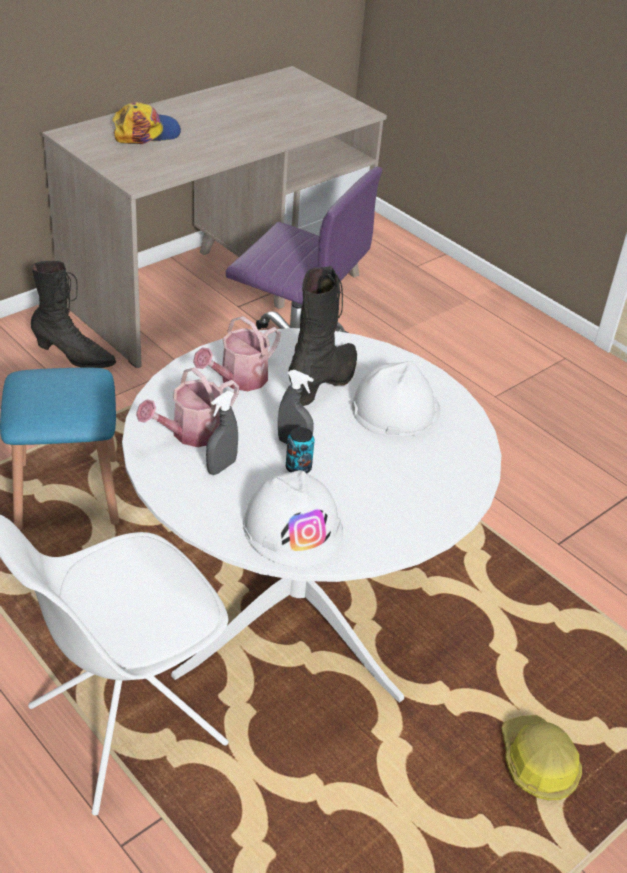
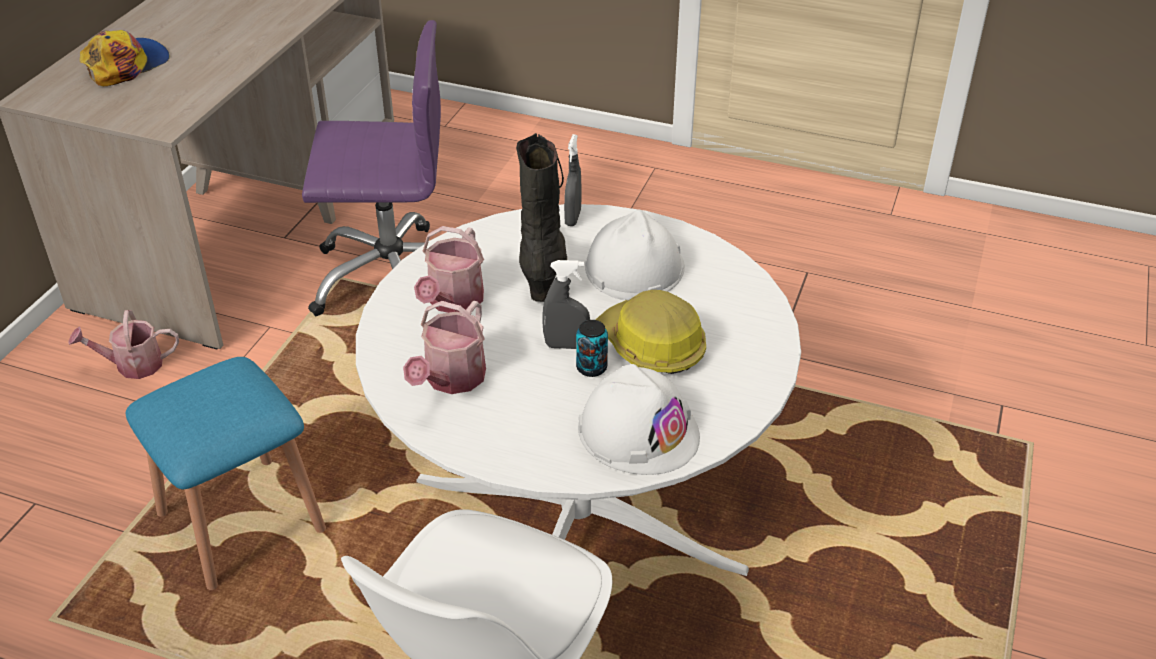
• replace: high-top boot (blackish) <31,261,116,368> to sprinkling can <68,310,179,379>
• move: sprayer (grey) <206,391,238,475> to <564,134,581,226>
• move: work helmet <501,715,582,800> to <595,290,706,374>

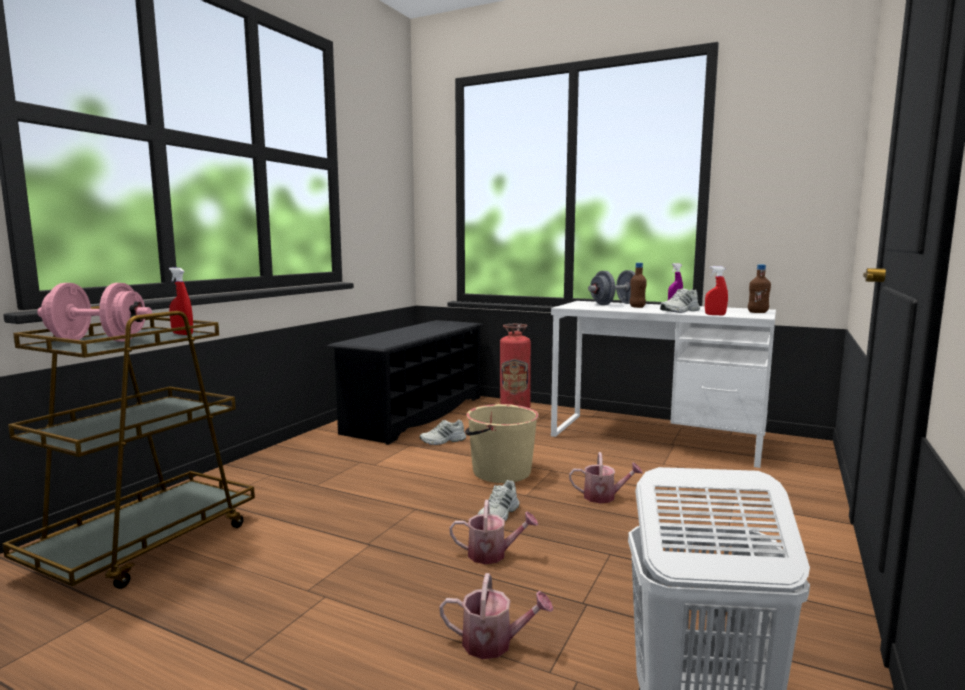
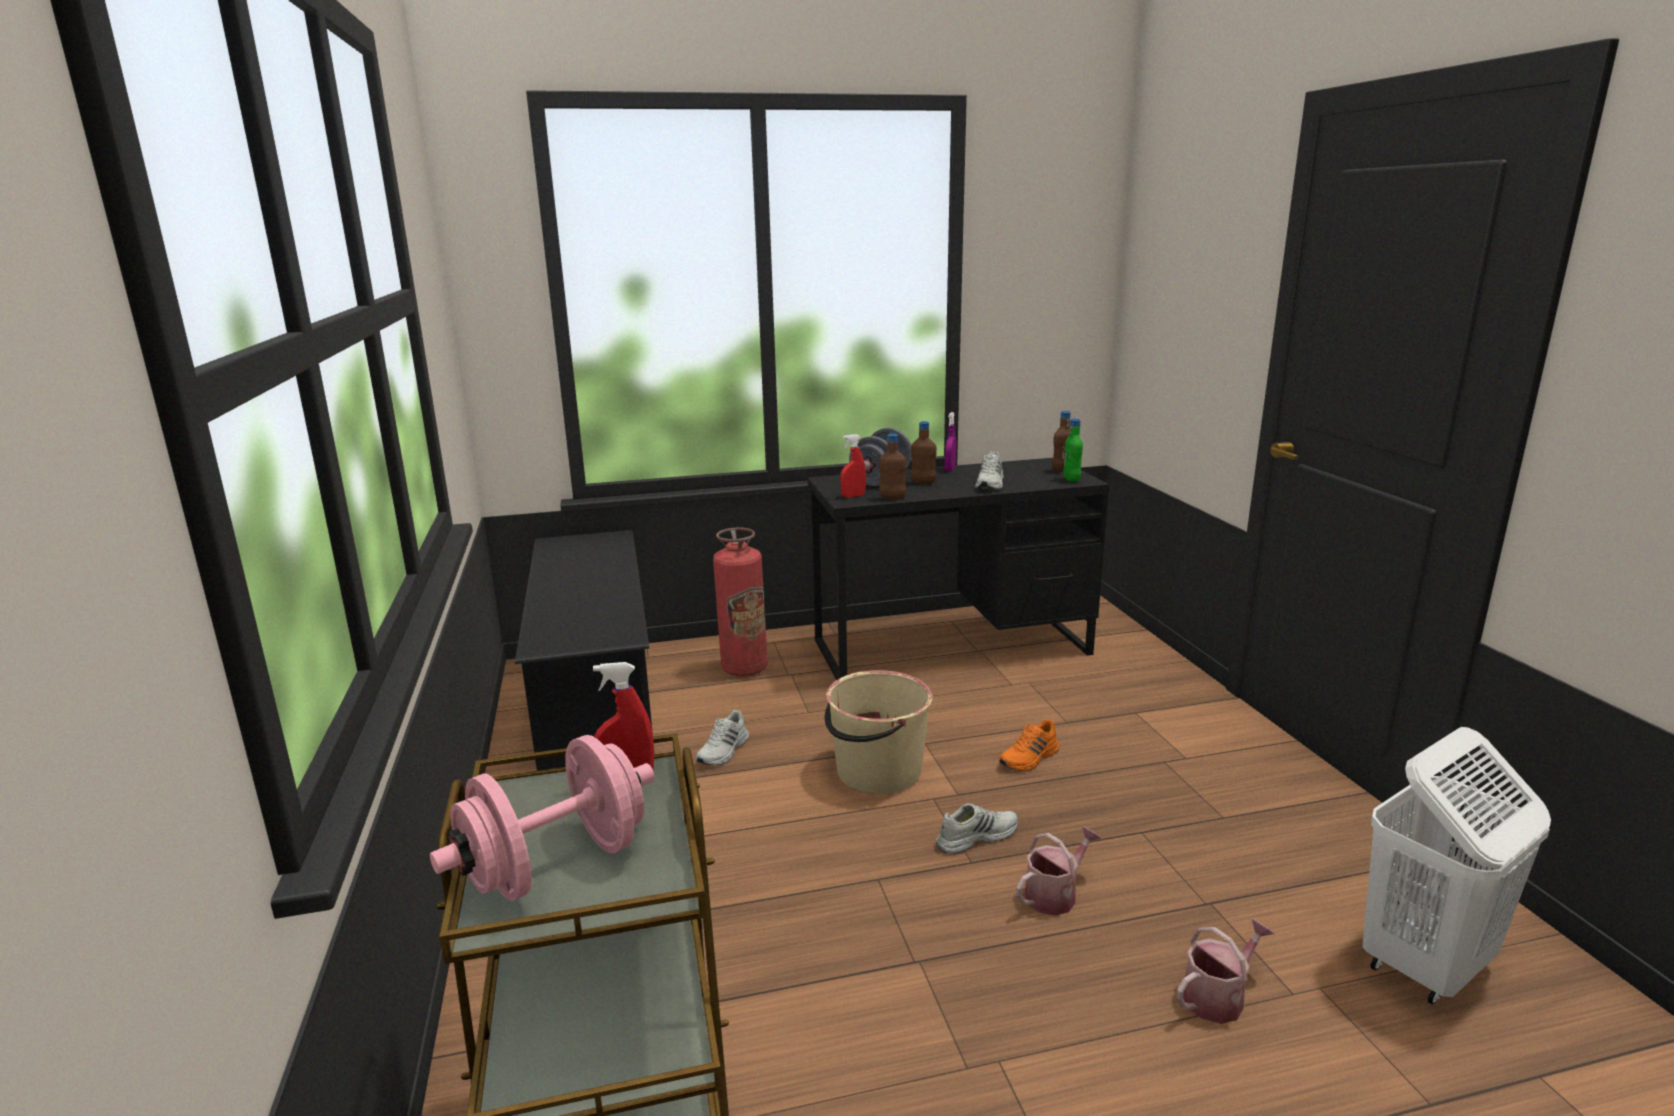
• rotate: low shoe (white) <478,480,520,521> = <936,803,1018,854> 105 degrees counterclockwise
• recolor: desk unit (white) <551,301,776,468> to desk unit (blackish) <808,458,1109,680>
• replace: sprinkling can <569,452,643,503> to low shoe (orangey) <999,719,1059,772>
• move: sprayer (reddish) <705,266,728,315> to <840,434,866,498>
• insert: bottle (brown) <879,433,906,500>
• insert: bottle (green) <1063,418,1083,482>

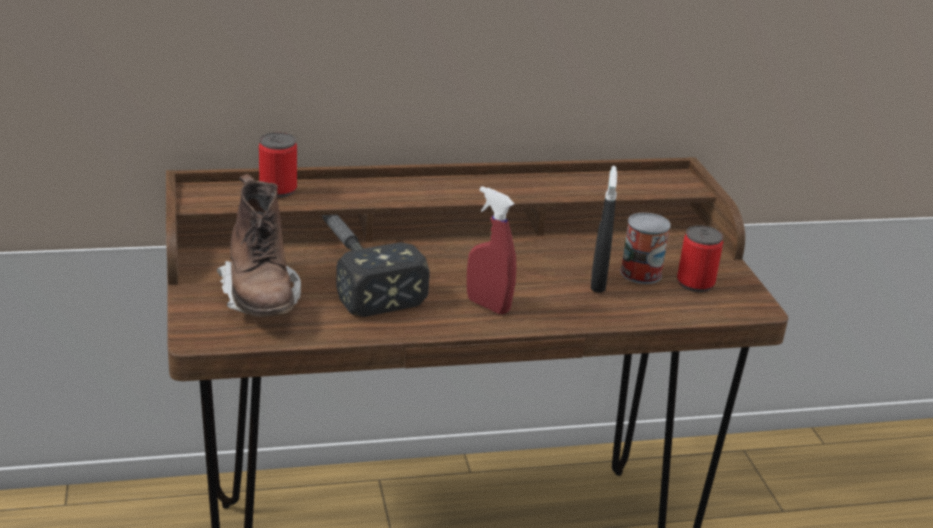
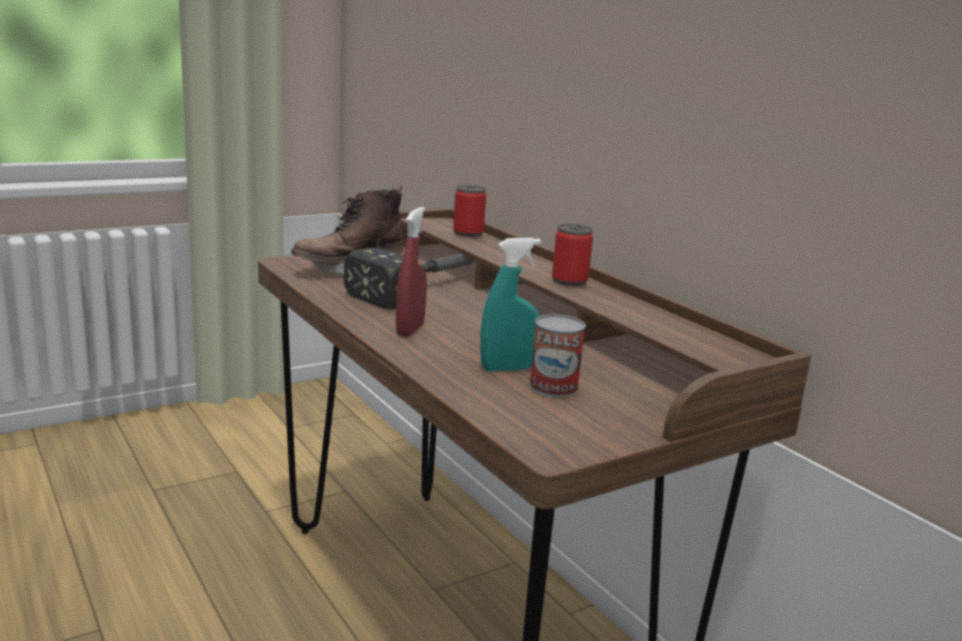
• recolor: sprayer (blackish) <591,166,617,293> to sprayer (turquoise) <480,238,541,371>
• move: sealed can <677,225,723,292> to <552,224,593,286>

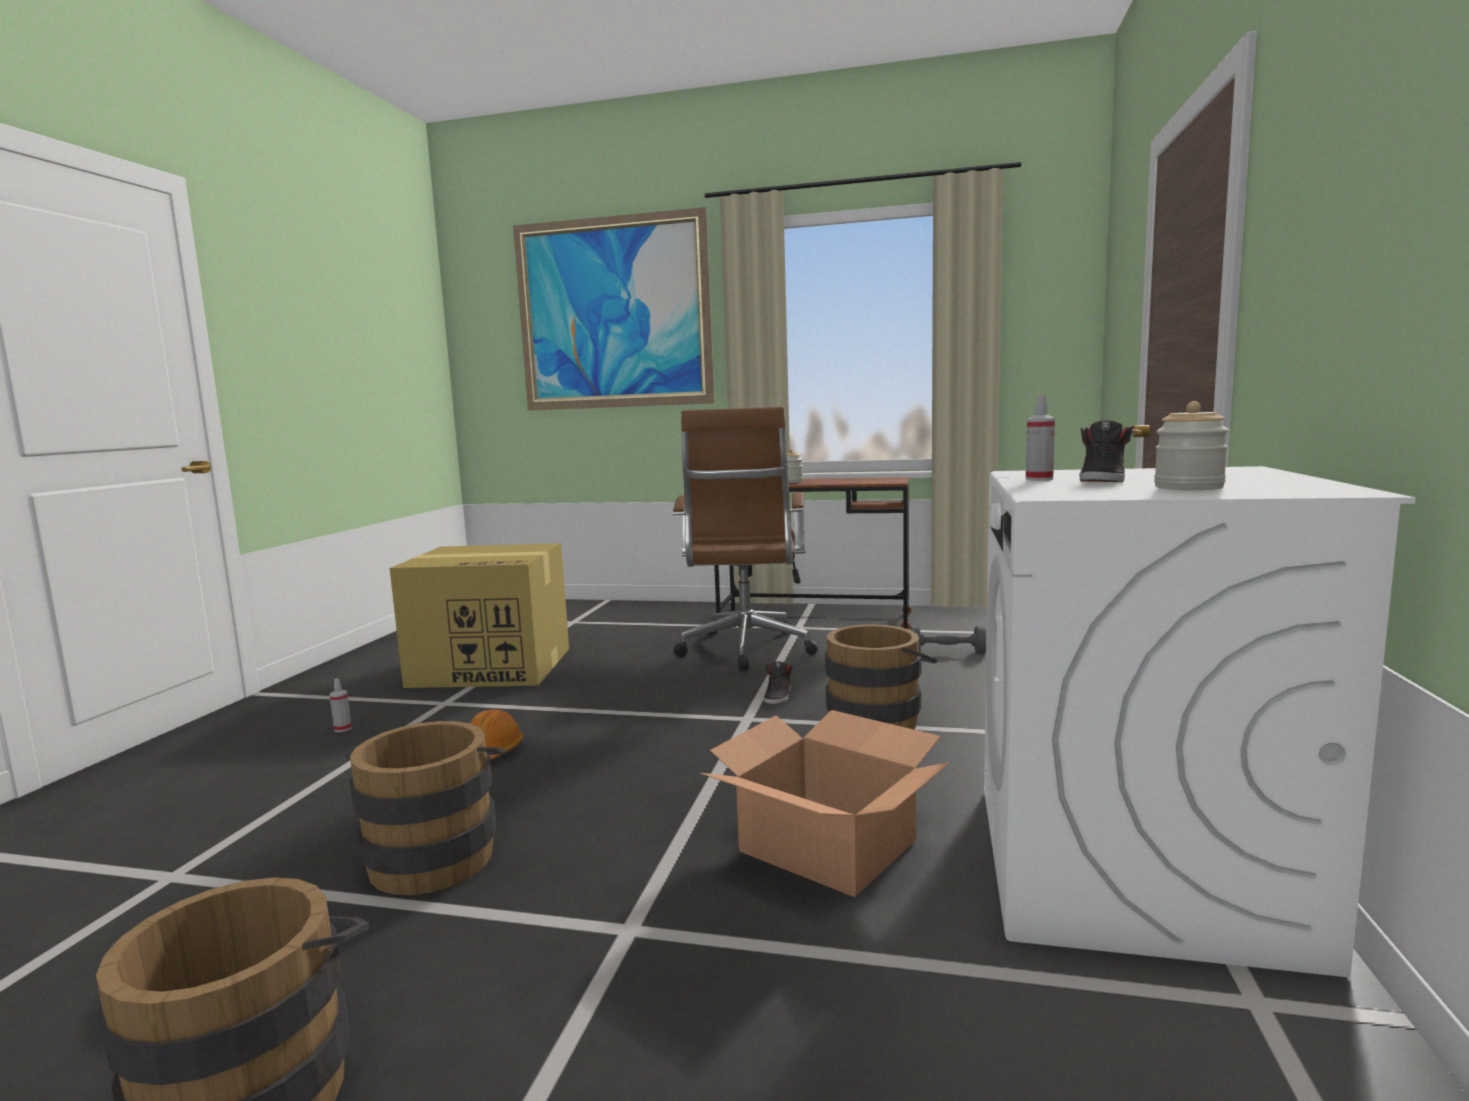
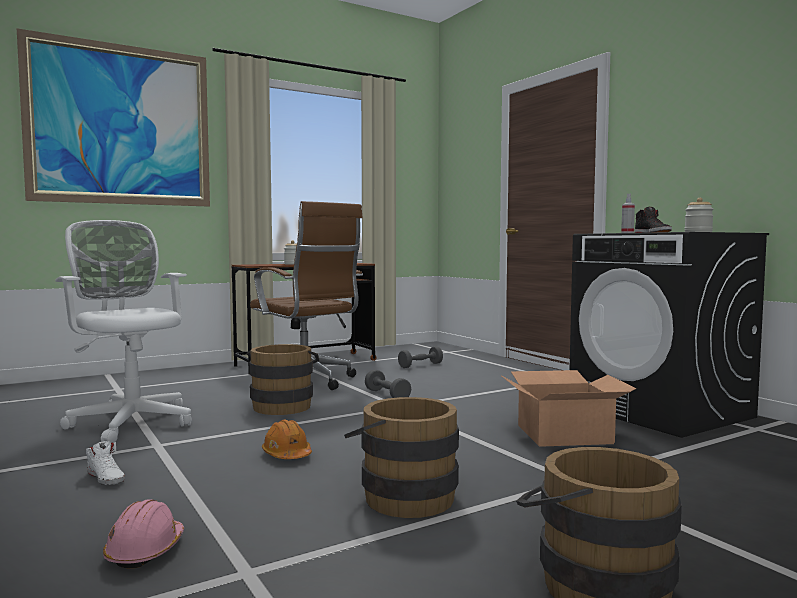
• replace: sprayer <330,679,352,732> to low shoe (white) <86,441,125,485>
• replace: cardboard box <390,543,569,688> to office chair (white) <55,220,192,443>
• replace: low shoe (blackish) <764,661,793,704> to hand weight (grey) <365,370,411,398>
• move: bucket (brown) <825,624,937,730> to <246,344,319,415>
• recolor: washing machine (white) <984,466,1416,978> to washing machine (blackish) <570,232,769,438>
• insert: work helmet (pink) <103,499,184,568>

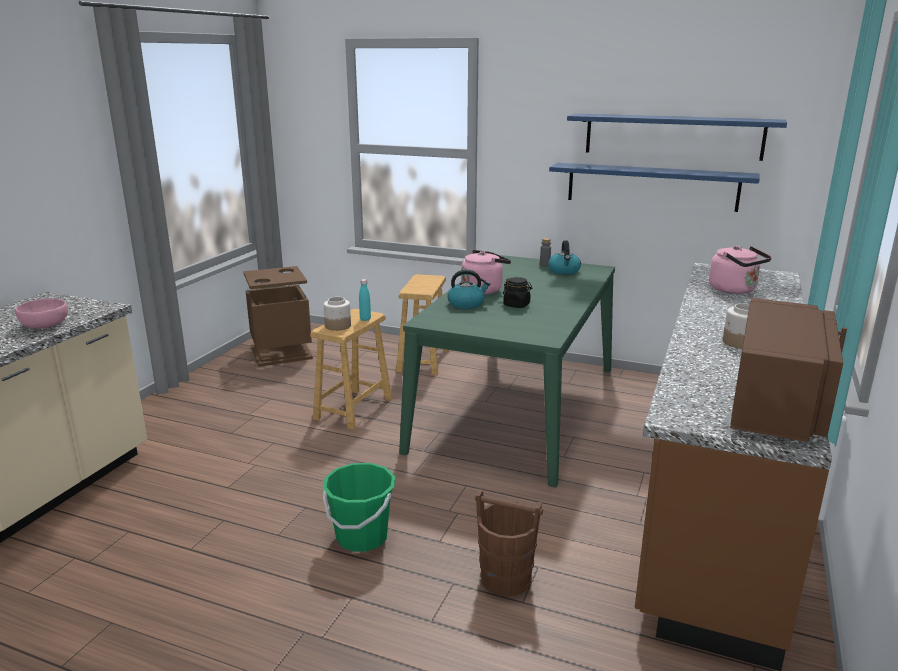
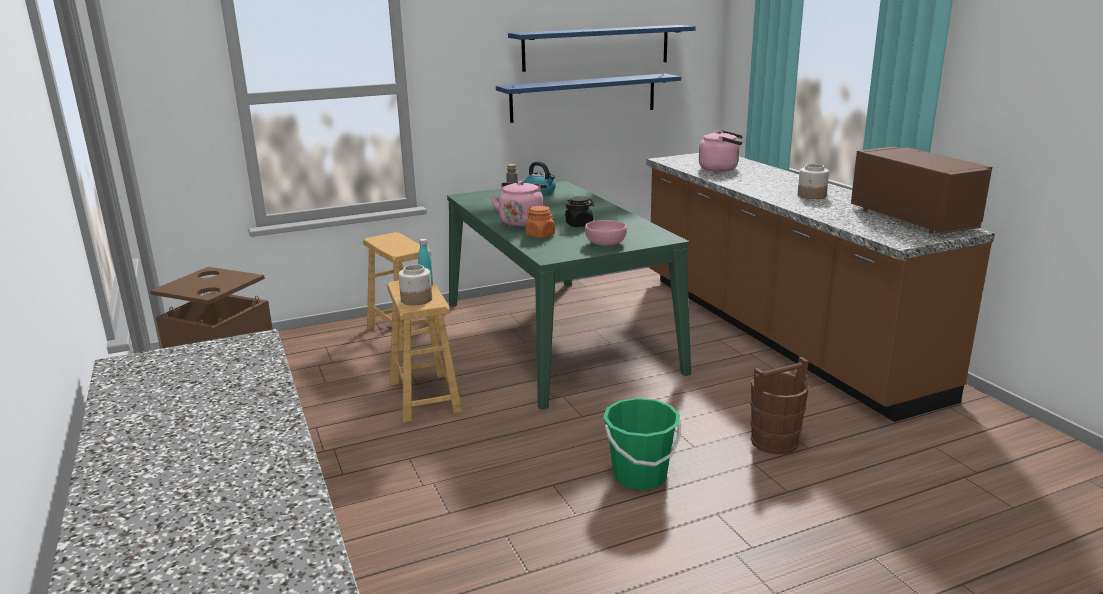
• move: serving bowl (pink) <15,298,68,329> to <585,220,627,246>
• replace: tea kettle <447,270,490,309> to preserve jar (orangey) <526,206,555,238>

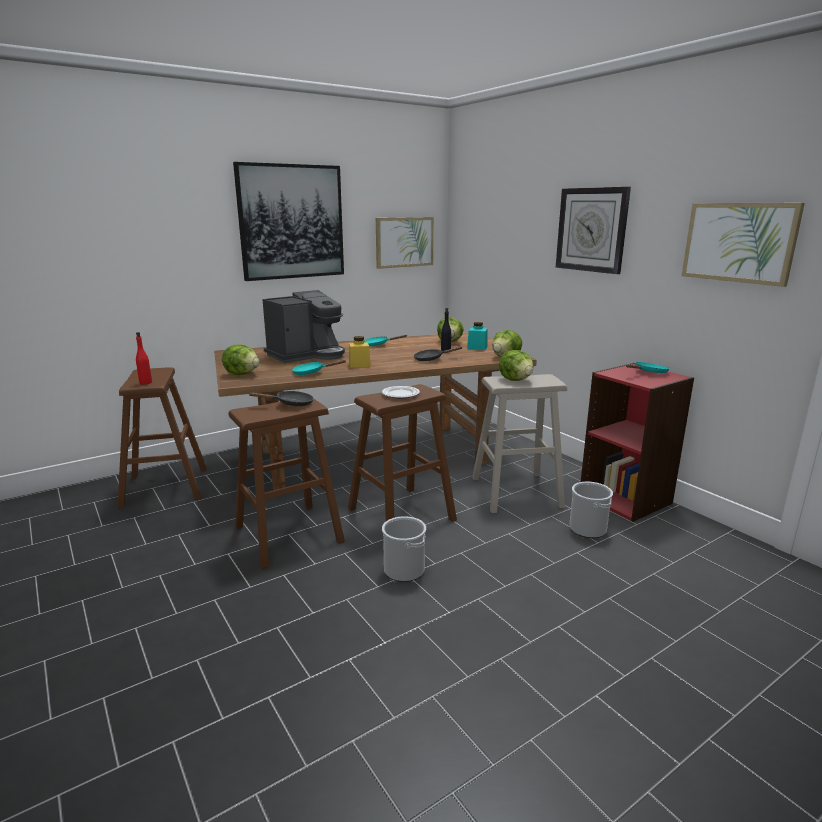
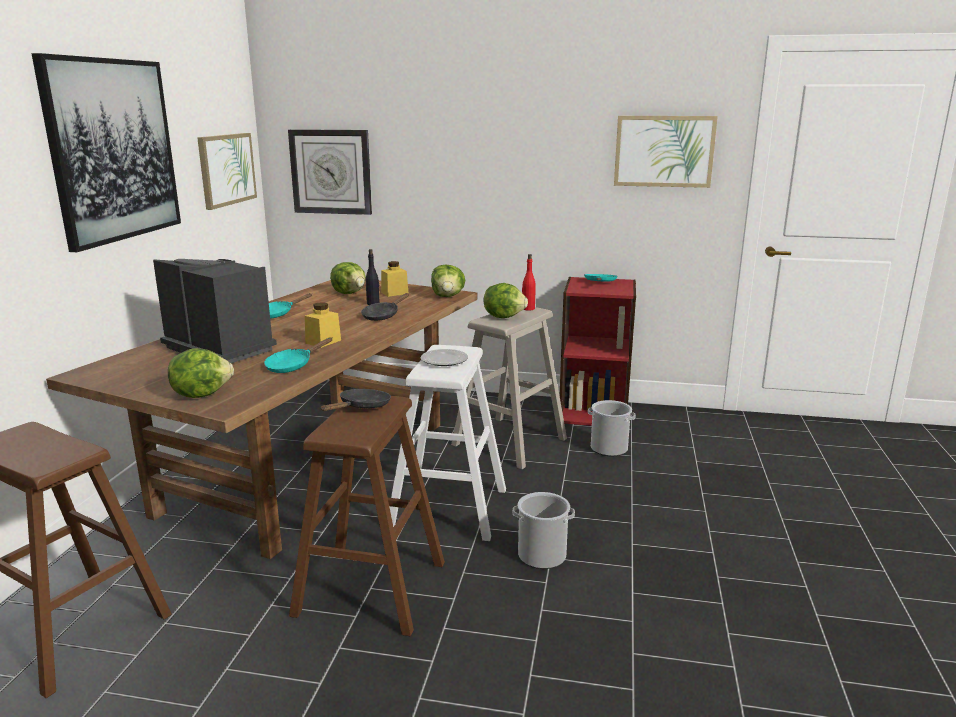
• move: bottle (reddish) <136,332,152,385> to <522,254,536,311>
• rotate: coffee maker <262,290,345,363> = <153,259,277,363> 60 degrees counterclockwise
• recolor: sitting stool (brown) <348,384,457,522> to sitting stool (white) <389,345,506,541>
• recolor: preserve jar (turquoise) <467,322,487,350> to preserve jar (yellowish) <381,261,408,297>
• move: clock on the wall <556,187,631,274> to <288,129,372,215>

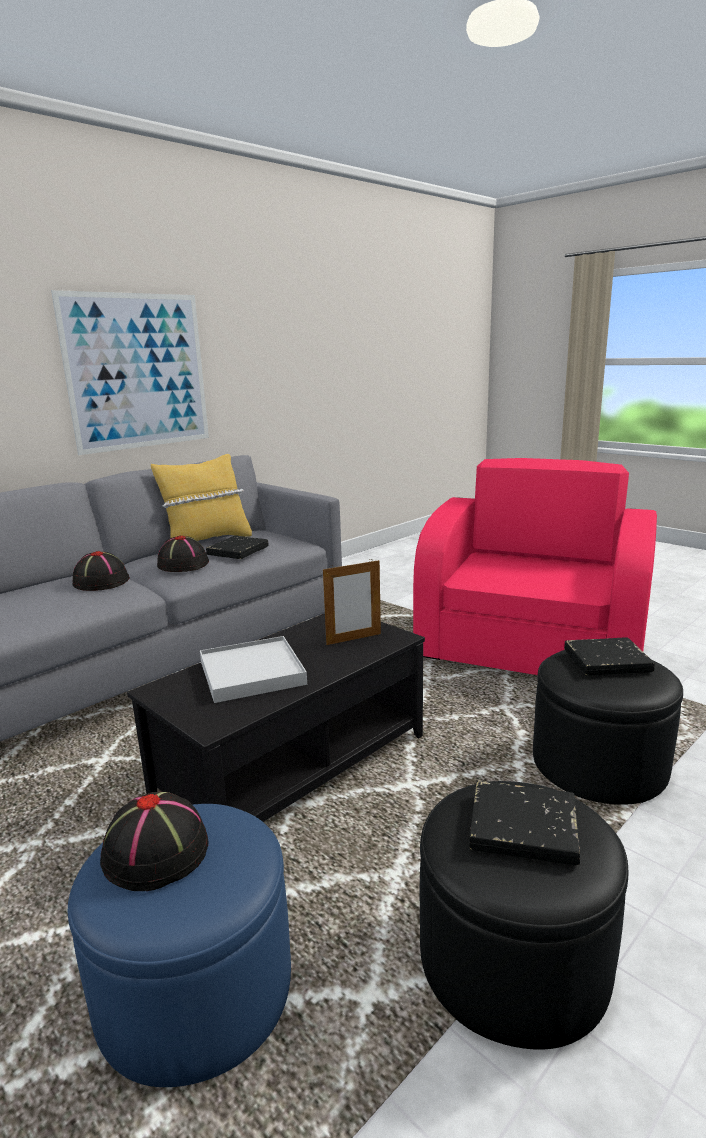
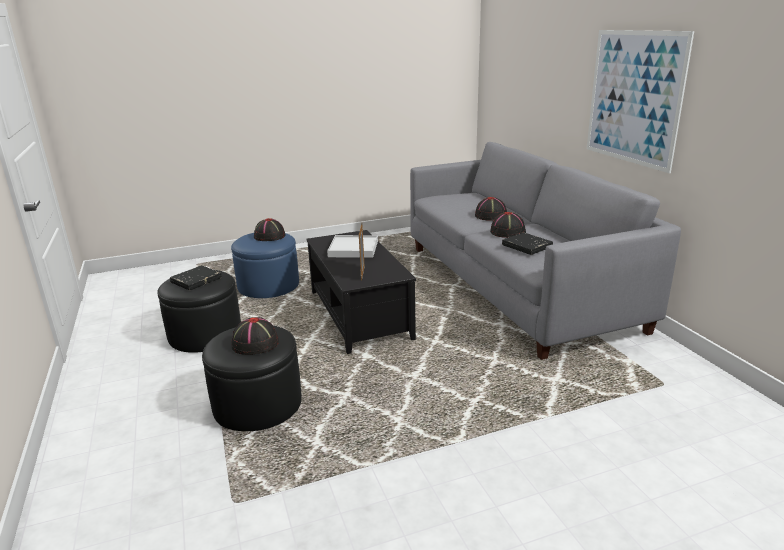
• delete: throw pillow (yellowish) <151,454,252,541>
• delete: lounge chair (pink) <413,458,657,675>
• replace: book (blackish) <564,637,655,676> to wearable hat (blackish) <231,317,279,355>

